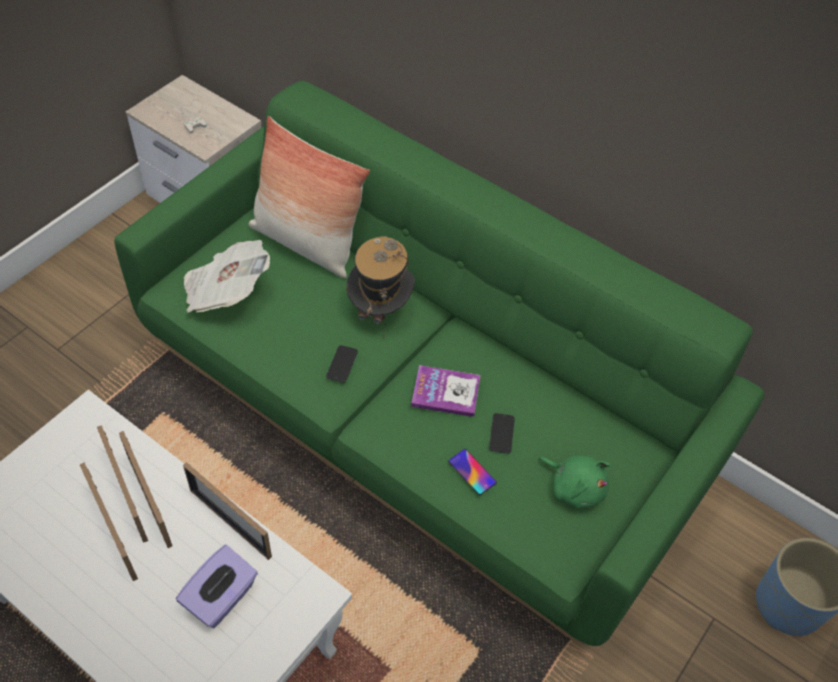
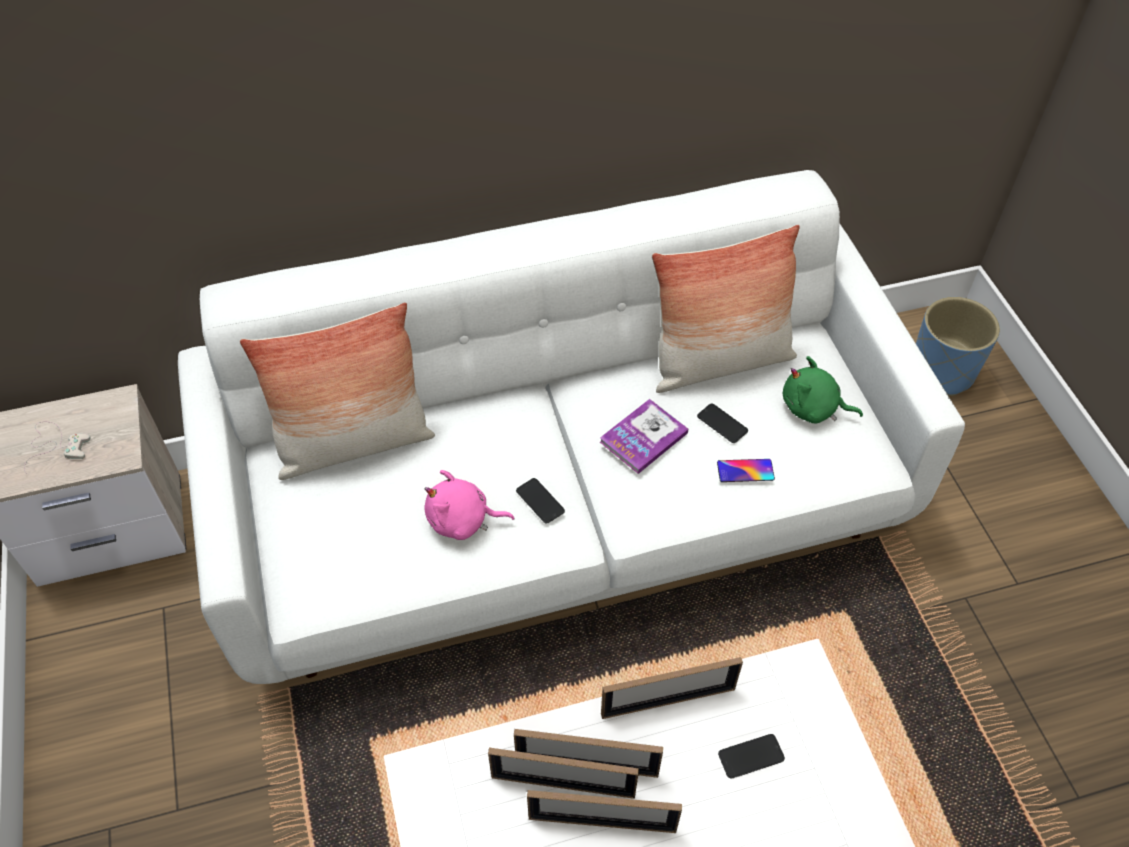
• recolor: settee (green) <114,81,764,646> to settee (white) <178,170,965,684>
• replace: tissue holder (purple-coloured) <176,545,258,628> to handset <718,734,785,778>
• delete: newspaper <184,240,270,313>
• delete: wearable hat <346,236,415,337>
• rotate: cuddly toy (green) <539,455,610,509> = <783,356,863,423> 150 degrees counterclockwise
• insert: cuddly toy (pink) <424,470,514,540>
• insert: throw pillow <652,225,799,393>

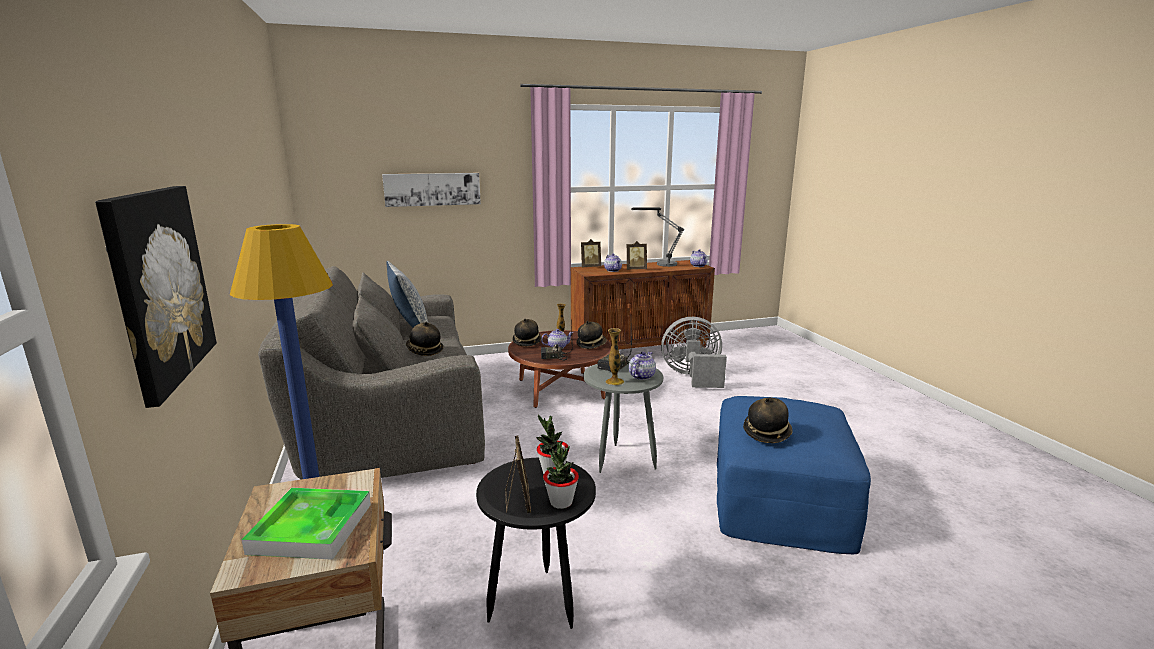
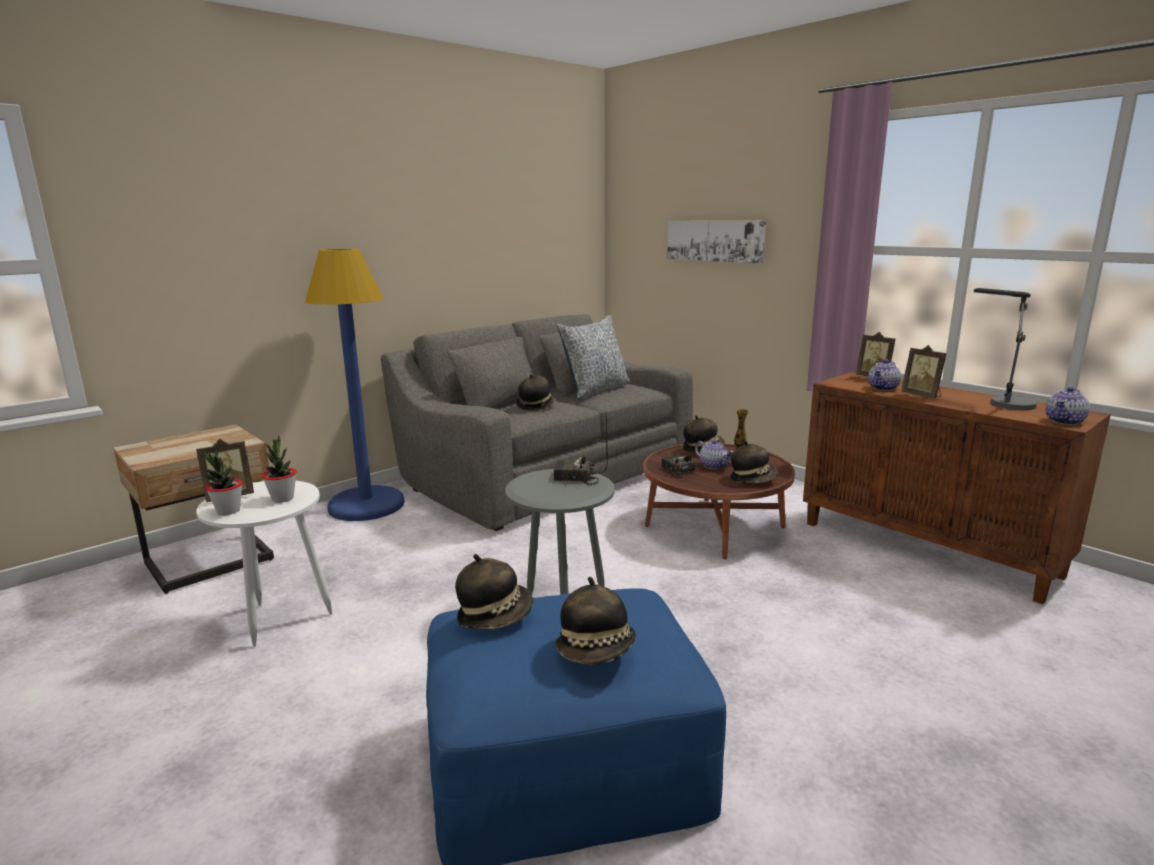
• delete: wall picture <95,186,217,408>
• delete: carrying tray <242,488,371,560>
• recolor: accent table (blackish) <476,458,596,629> to accent table (white) <196,481,332,647>
• delete: vase <605,328,624,385>
• delete: teapot <629,352,656,380>
• delete: cooling fan (grey) <661,317,727,388>
• insert: wearable hat <555,577,636,665>

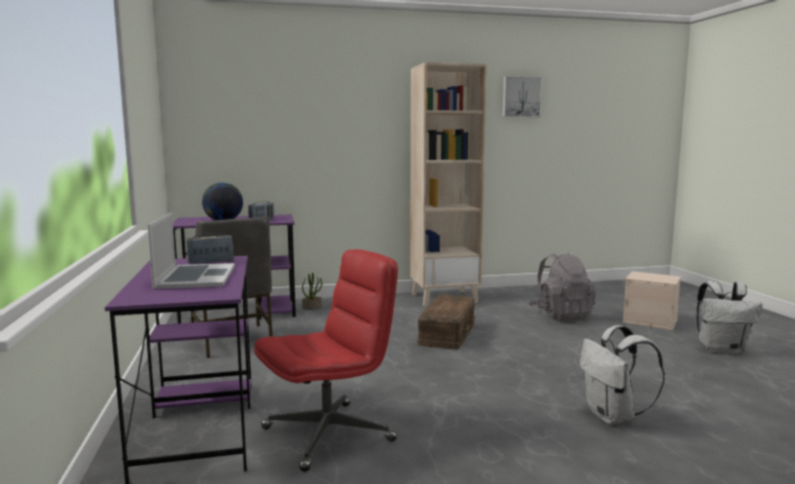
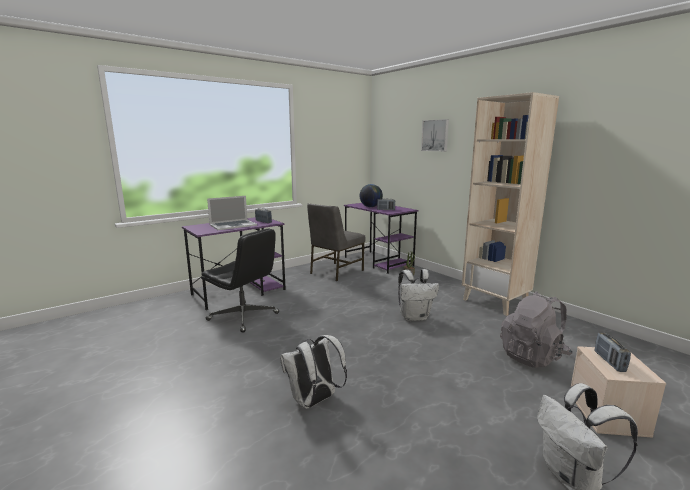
• recolor: office chair (reddish) <254,249,398,472> to office chair (blackish) <201,228,279,333>
• replace: storage box (brown) <418,295,476,350> to rucksack (white) <398,269,439,321>
• move: wall picture <503,76,542,117> to <421,119,449,151>
• insert: radio receiver <595,332,631,372>

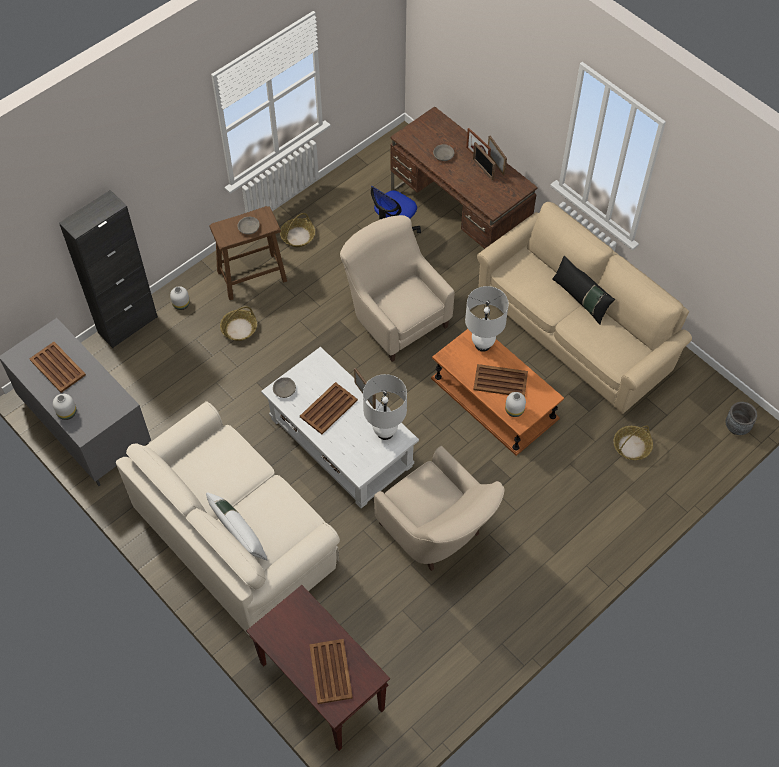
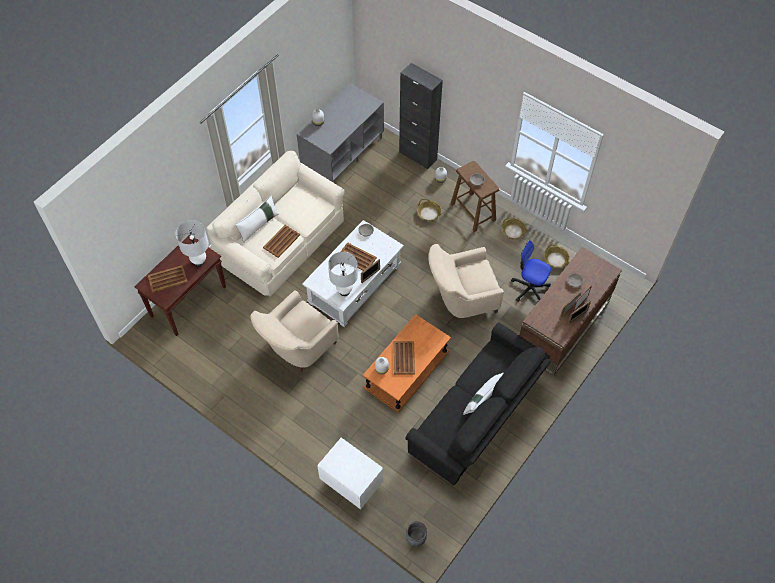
• move: carrying tray (brown) <29,342,86,393> to <263,225,300,258>
• rotate: lounge chair (sand-coloured) <340,215,455,362> = <428,244,504,320> 150 degrees counterclockwise
• move: lamp for a table (white) <465,286,509,352> to <176,220,209,266>
• recolor: settee (sand-coloured) <477,202,692,414> to settee (blackish) <406,322,551,486>
• recolor: throw pillow (blackish) <552,256,615,324> to throw pillow (white) <463,373,504,415>
• move: household basket <613,426,653,460> to <544,245,570,268>
• insert: bedside table (white) <317,438,383,510>

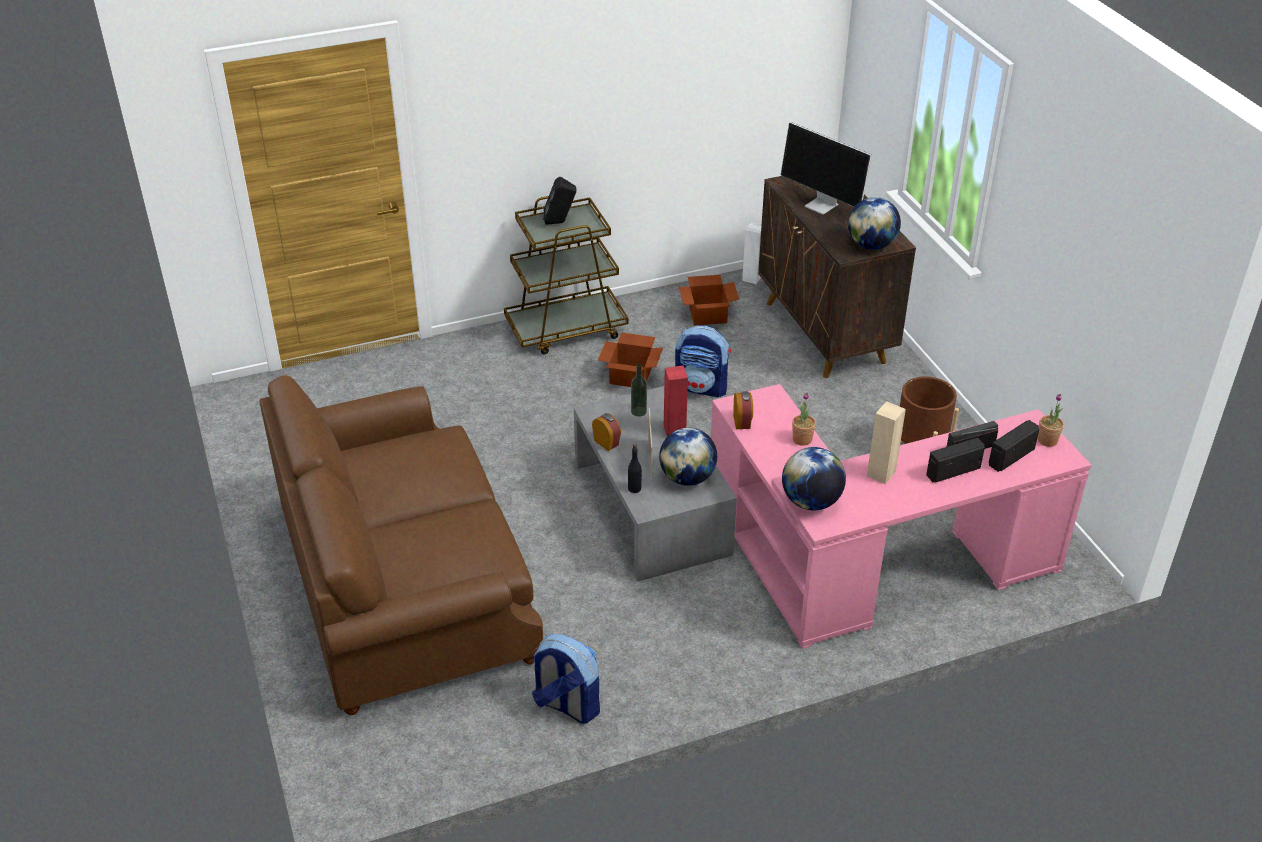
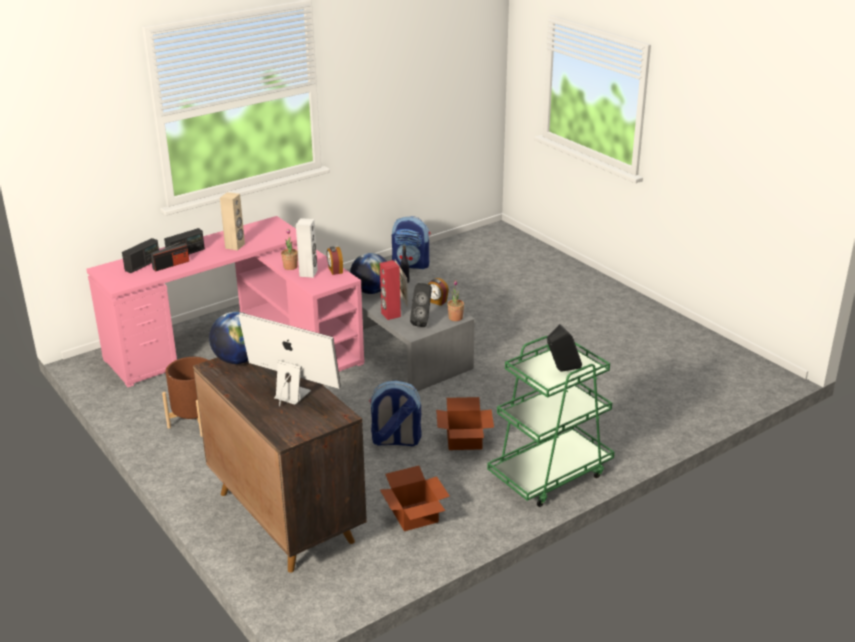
• delete: settee (brown) <259,375,543,715>
• recolor: trolley (brown) <504,196,629,354> to trolley (green) <487,336,615,507>
• replace: bottle <631,363,647,417> to loudspeaker (blackish) <410,283,432,327>
• move: loudspeaker (white) <742,222,762,284> to <296,218,318,278>
• delete: world globe <782,447,846,510>
• move: plant in a pot <1038,394,1064,447> to <447,280,464,321>

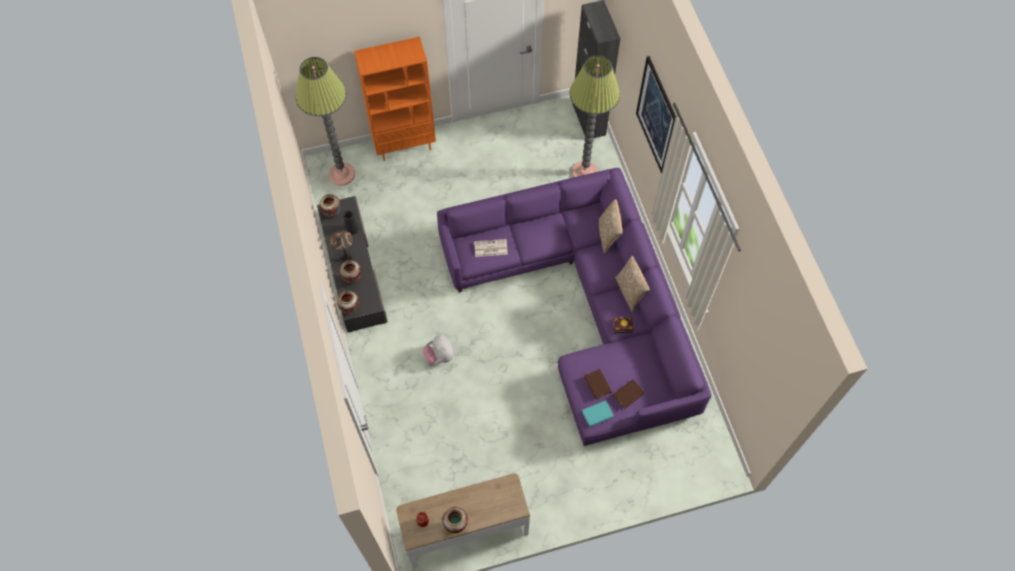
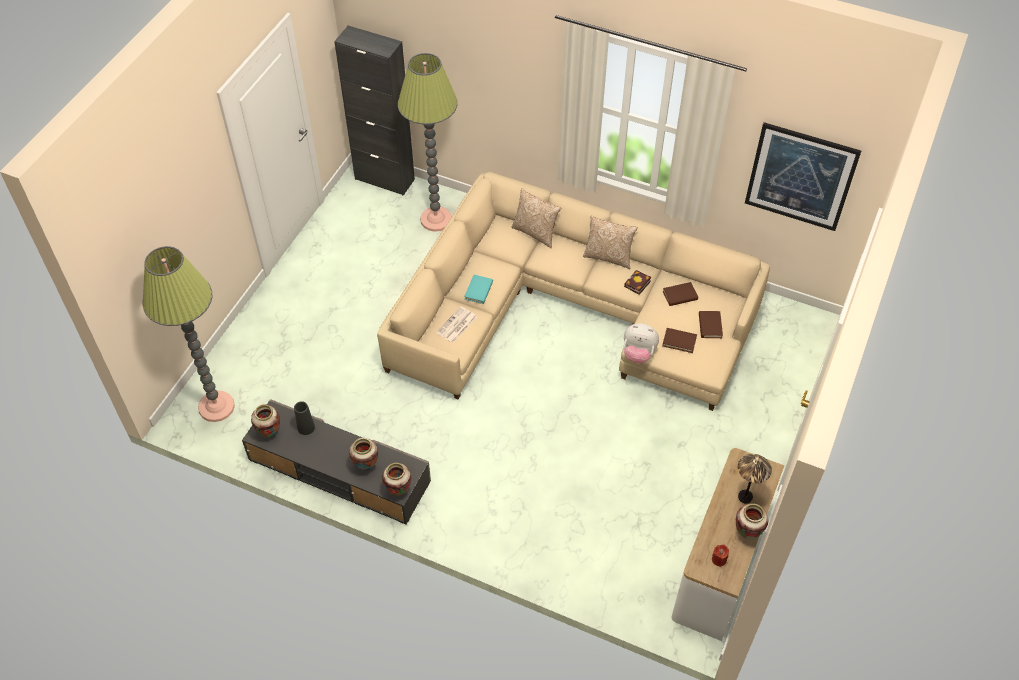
• move: lamp for a table <330,230,353,262> to <738,454,772,503>
• delete: bookcase (orangey) <354,37,436,161>
• move: cuddly toy <423,335,454,364> to <624,323,659,363>
• recolor: settee (purple-coloured) <437,168,712,446> to settee (sand-coloured) <377,172,770,411>
• move: book (turquoise) <582,400,614,427> to <464,275,493,304>
• move: wall picture <636,56,676,174> to <745,122,862,231>
• insert: book (brown) <663,282,698,306>

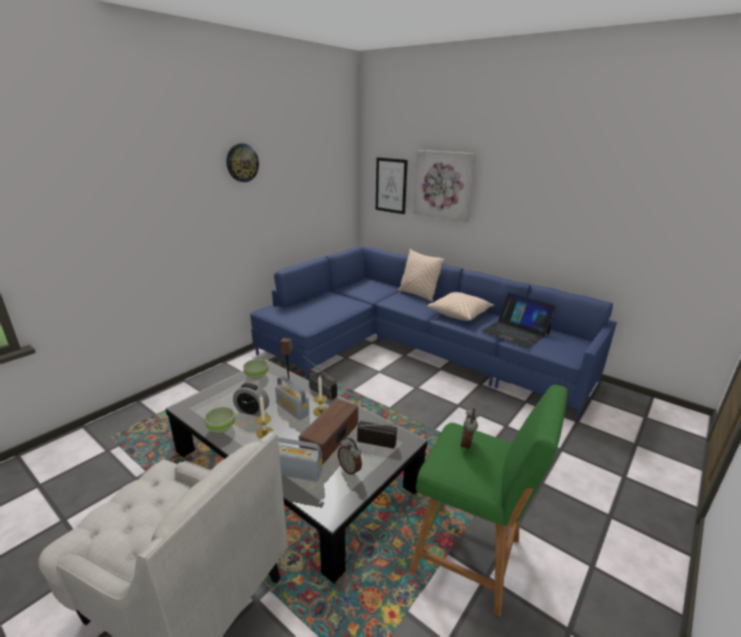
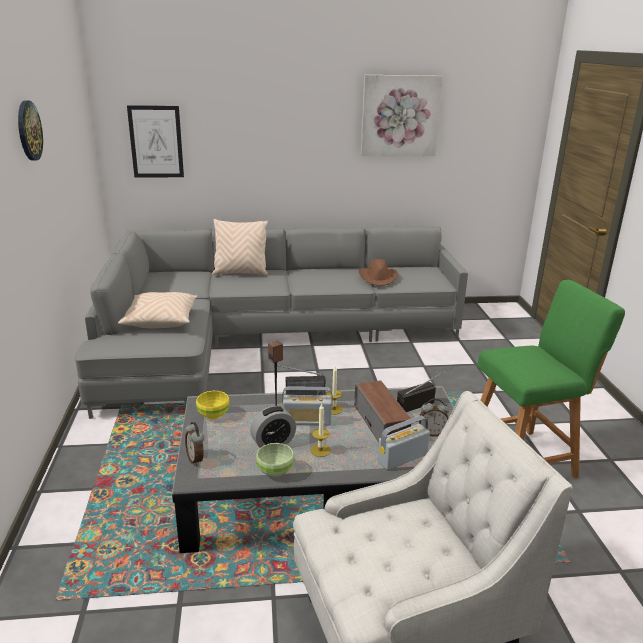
• recolor: serving bowl (green) <243,359,269,380> to serving bowl (yellowish) <196,391,230,419>
• recolor: settee (blue) <250,246,617,420> to settee (grey) <75,226,468,419>
• move: wall picture <413,150,476,222> to <361,75,443,156>
• move: throw pillow (sand-coloured) <427,292,494,321> to <118,292,197,328>
• move: table clock <460,408,479,451> to <185,422,204,466>
• replace: notebook computer <482,292,556,348> to wearable hat (brown) <359,259,398,286>

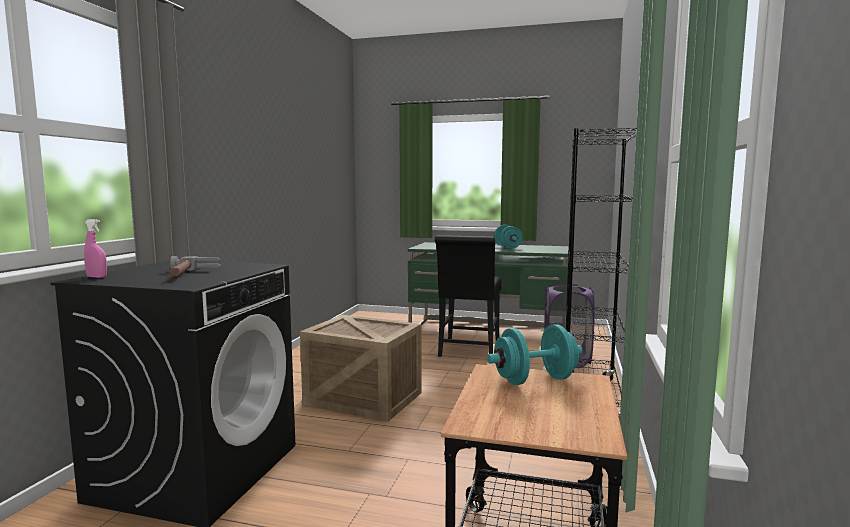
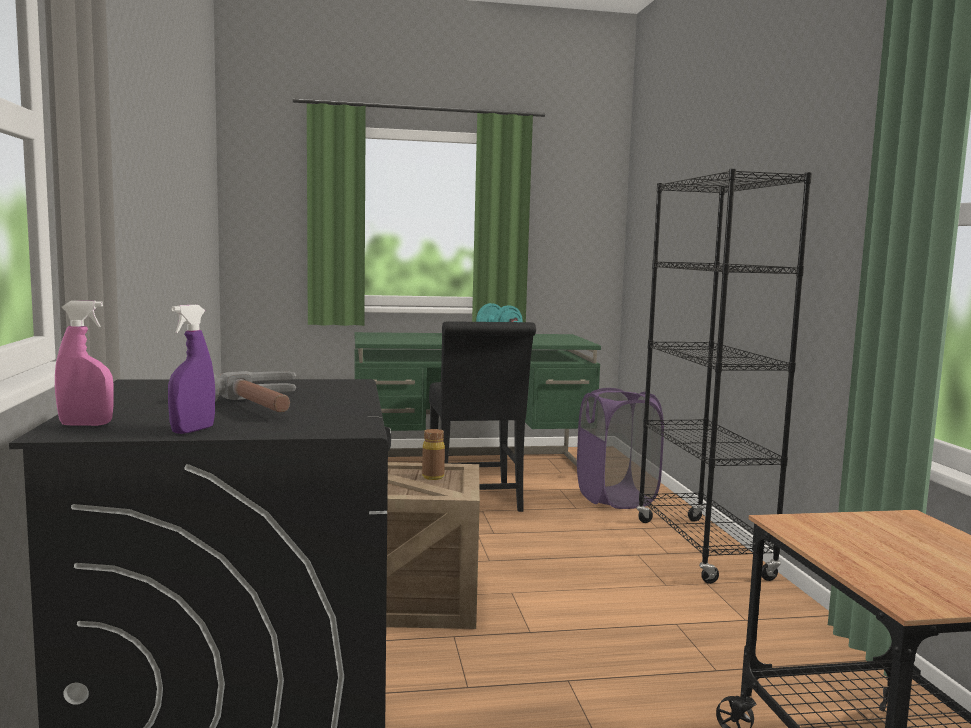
• delete: hand weight (turquoise) <487,324,583,385>
• insert: sprayer (purple-coloured) <168,305,215,434>
• insert: bottle (brown) <422,429,445,480>

